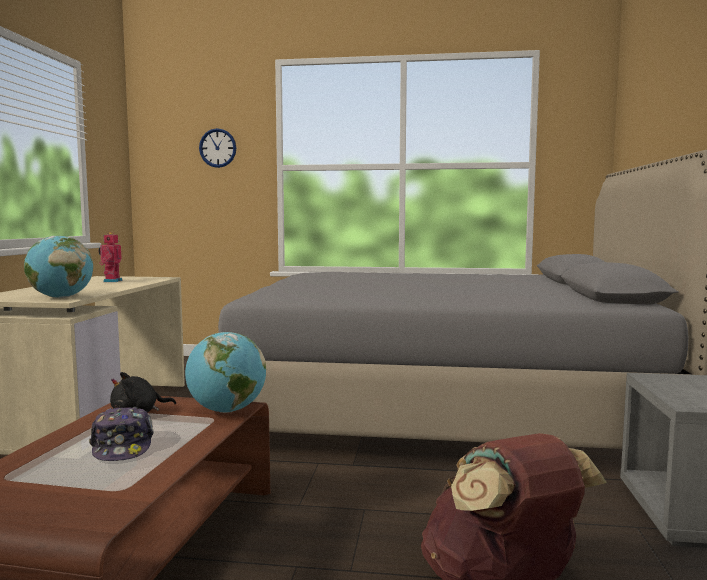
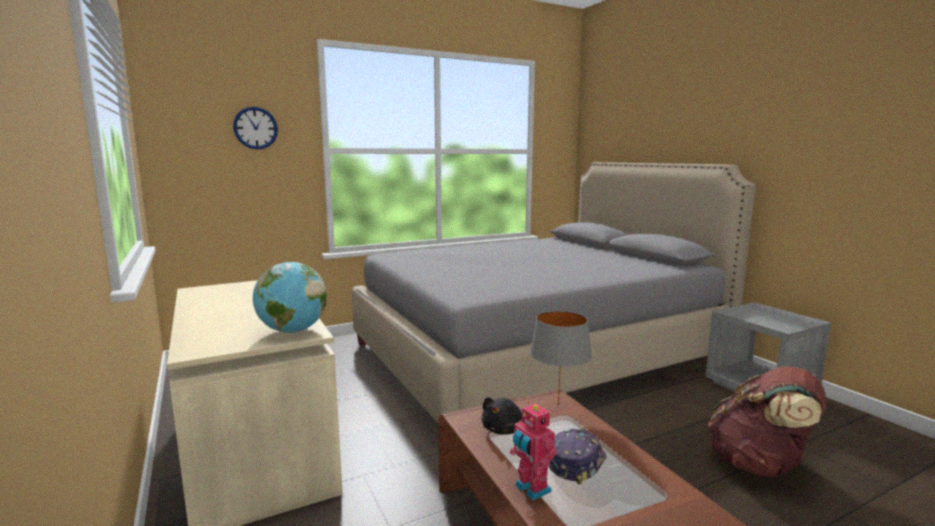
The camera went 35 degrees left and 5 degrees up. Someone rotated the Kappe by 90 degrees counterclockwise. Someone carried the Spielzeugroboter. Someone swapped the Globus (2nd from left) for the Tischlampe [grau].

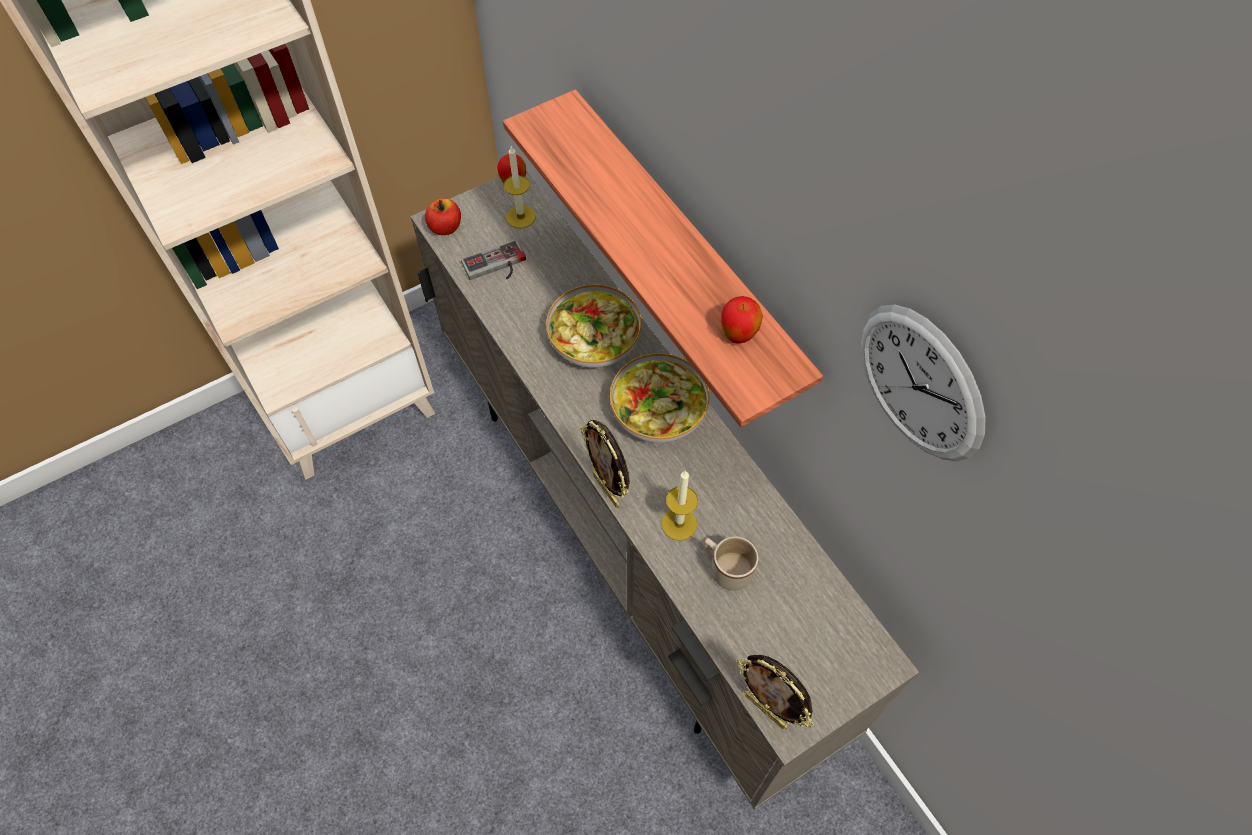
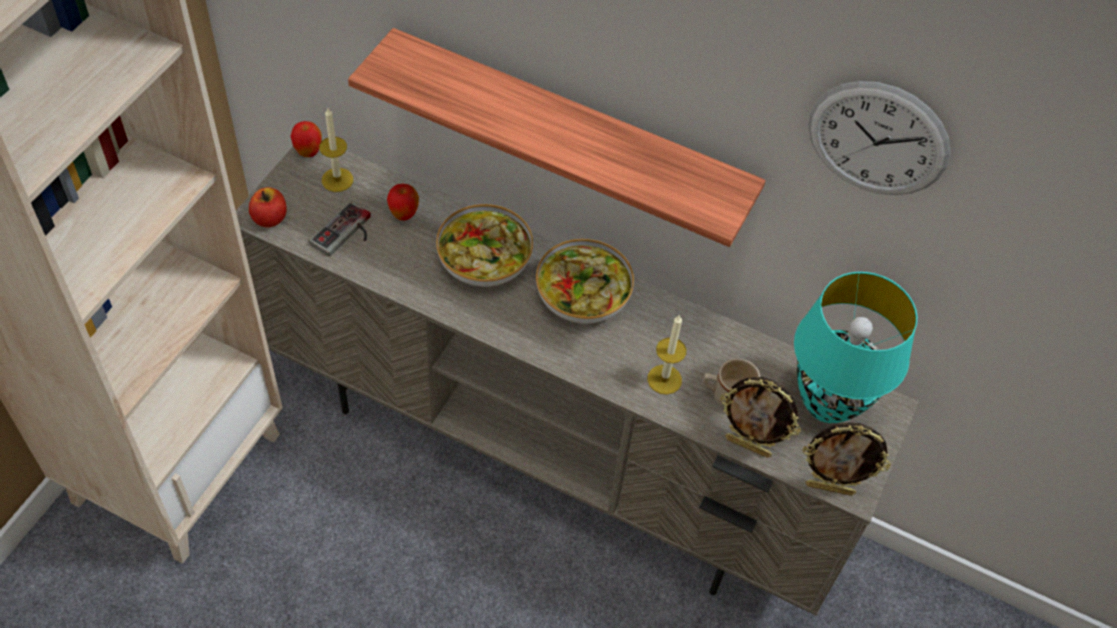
The camera went 35 degrees left and 5 degrees down. Someone carried the Bilderrahmen (1st from left). Someone carried the Apfel (3rd from left). Someone put down the Tischlampe [türkis].

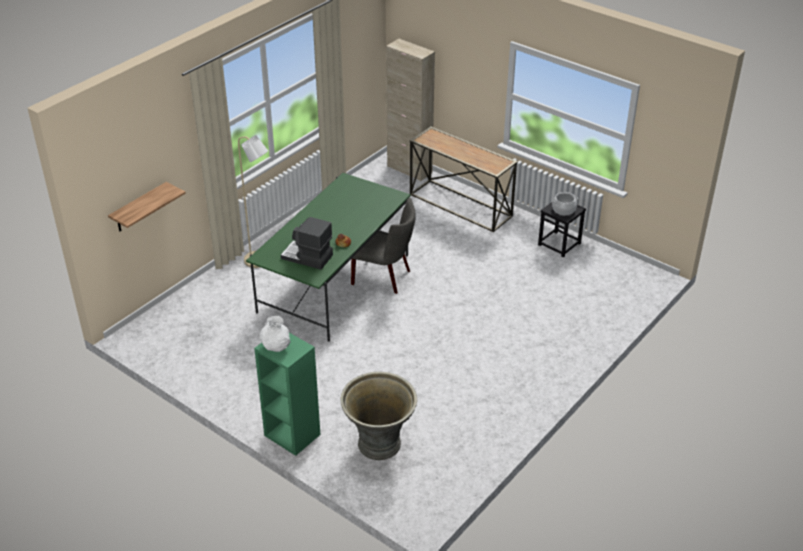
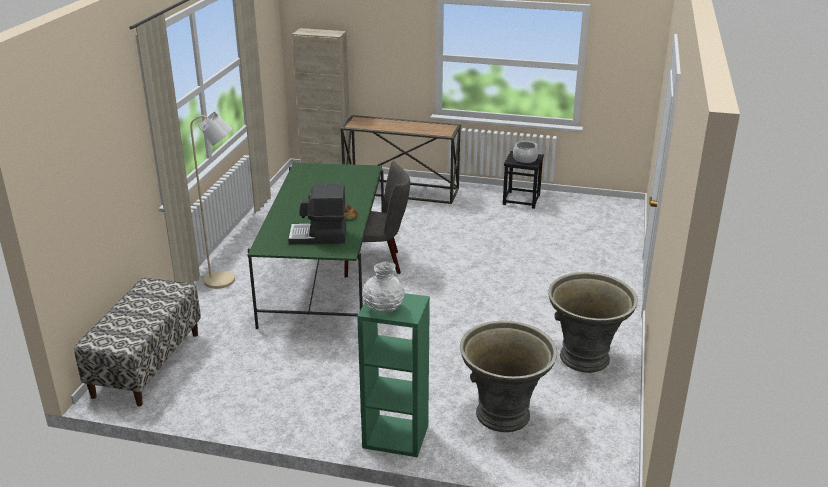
The camera went 25 degrees left and 10 degrees down. Someone took away the Wandregal. Someone put down the Bank. Someone put down the Pflanzkübel [grau] (2nd from left).

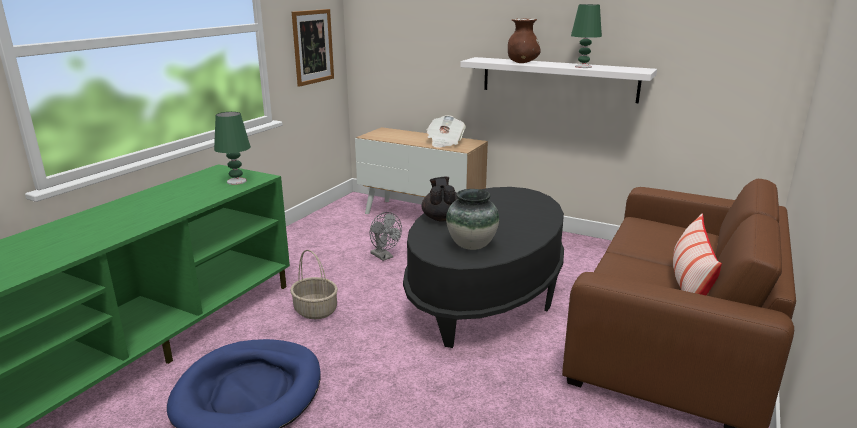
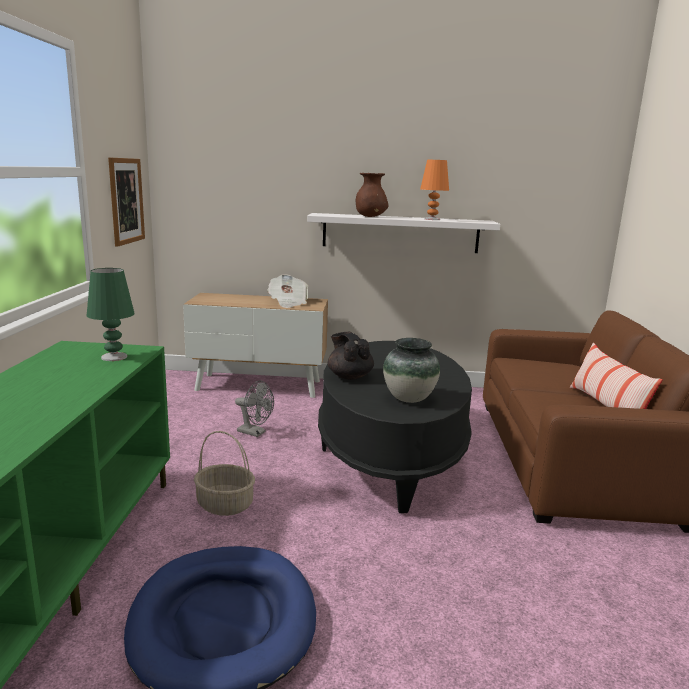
The camera went 25 degrees left and 5 degrees down. Someone repainted the Tischlampe [grün] (2nd from left), which became the Tischlampe [orange].

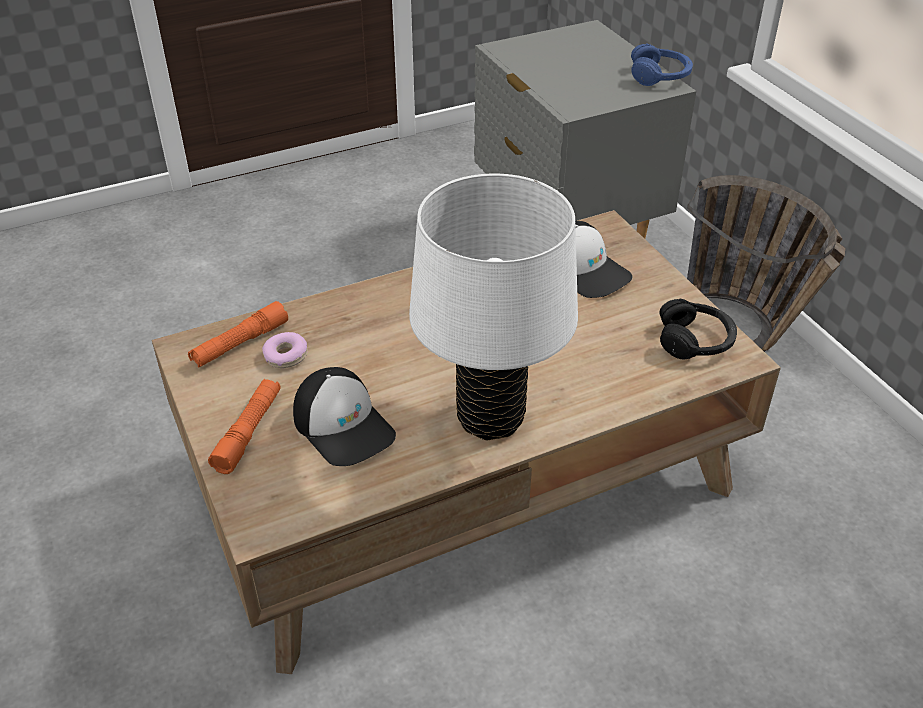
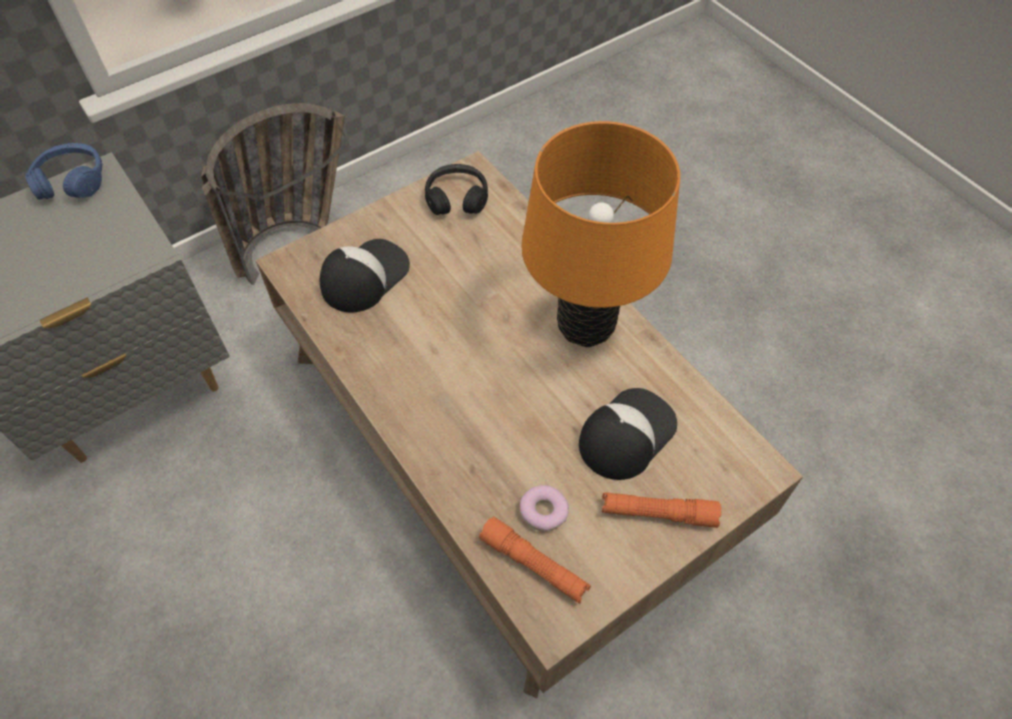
The camera went 100 degrees left and 15 degrees up. Someone repainted the Tischlampe [weiß], which became the Tischlampe [orange].

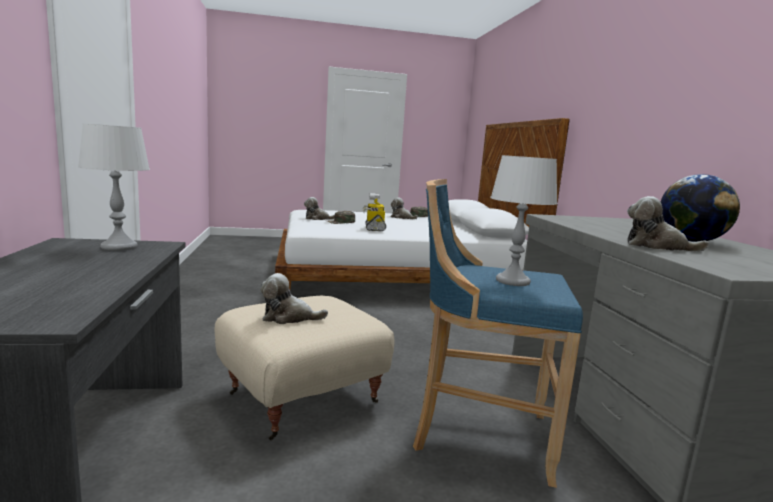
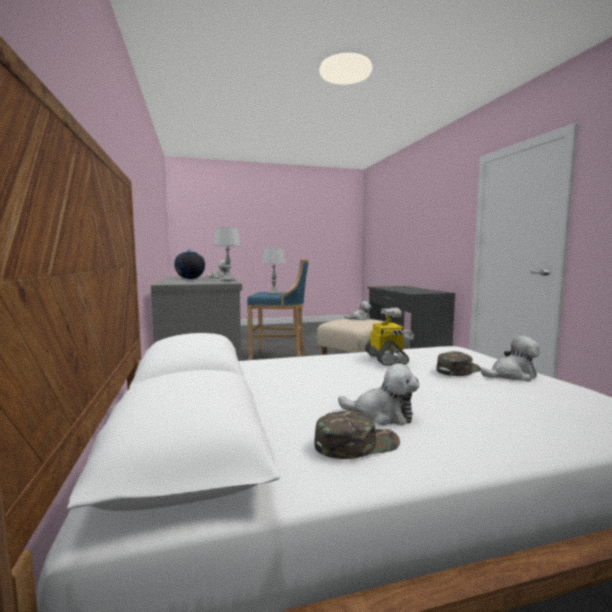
The camera went 175 degrees right and 5 degrees down. Someone carried the Tischlampe [grau] (1st from left).

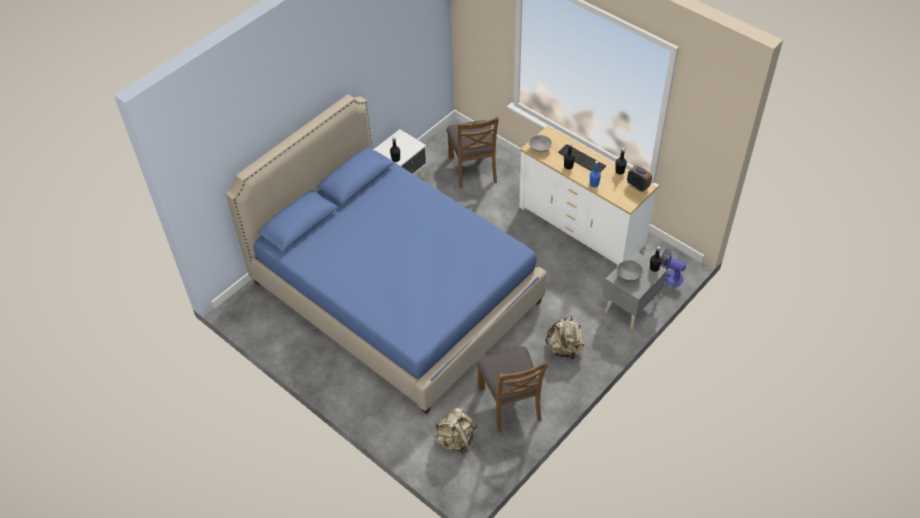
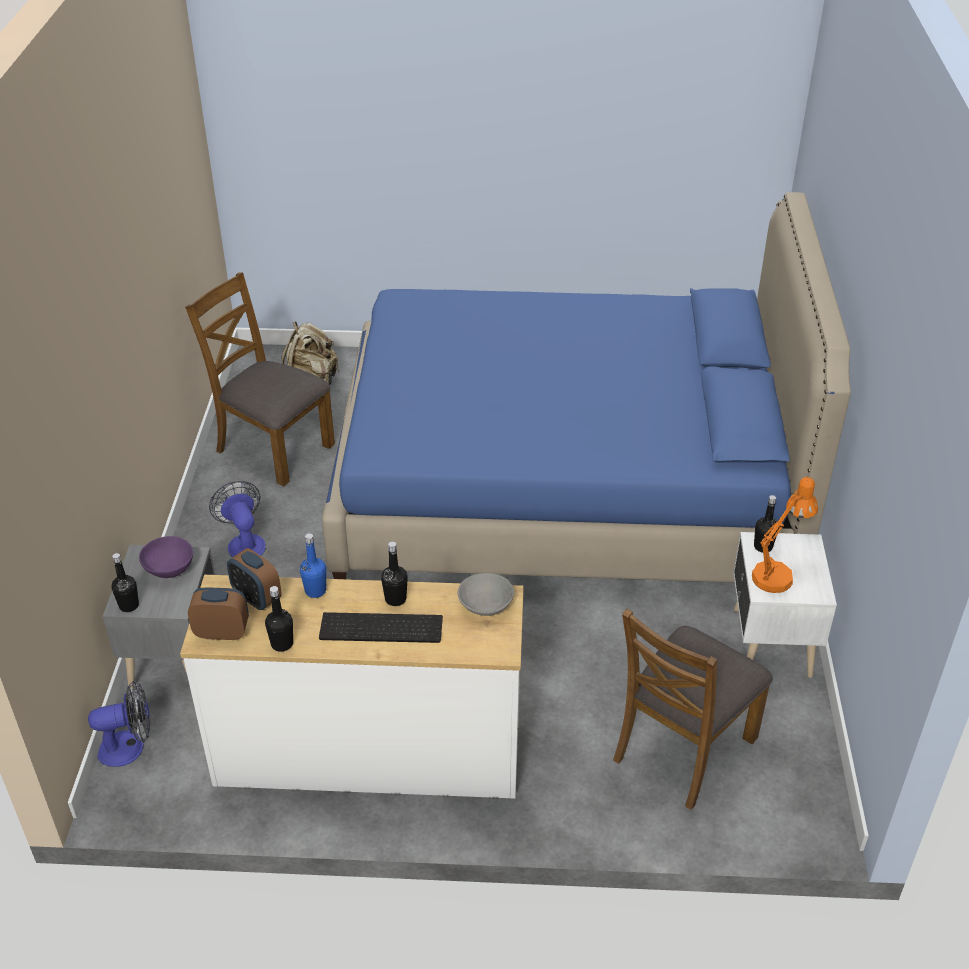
The camera went 140 degrees right and 10 degrees down. Someone rotated the Stuhl [braun] (1st from left in the first image) by 90 degrees counterclockwise. Someone swapped the Rucksack [beige] (2nd from left) for the Ventilator (2nd from left). Someone repainted the Schüssel [grau] (2nd from left), which became the Schüssel [lila]. Someone put down the Wecker (2nd from left). Someone put down the Tischlampe [orange].

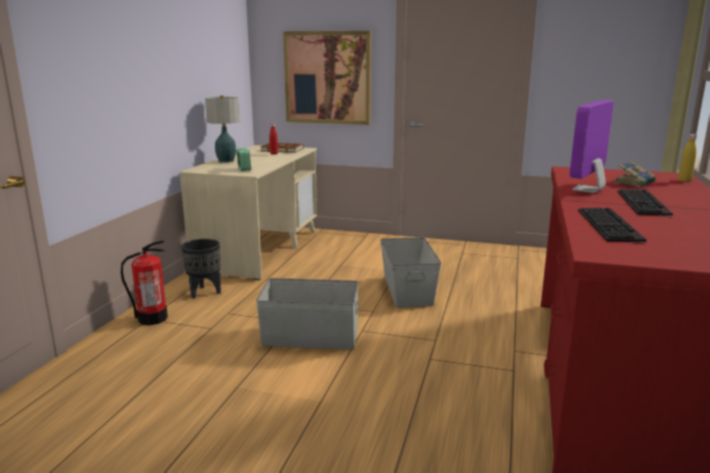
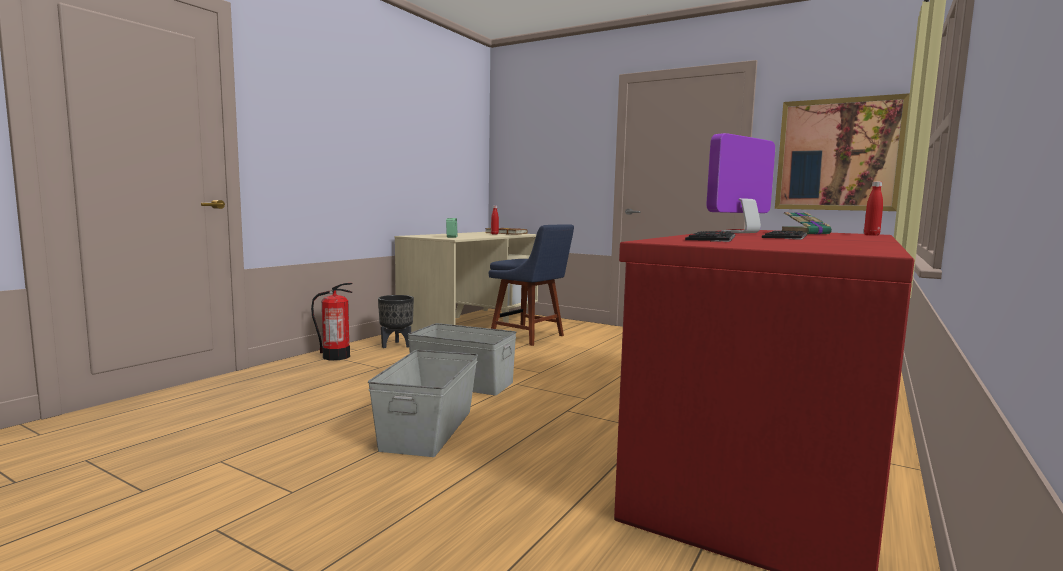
The camera went 15 degrees right and 10 degrees down. Someone took away the Tischlampe. Someone carried the Bild. Someone carried the Aufbewahrungsbox [grau] (2nd from left in the first image). Someone repainted the Flasche [gelb], which became the Flasche [rot] (2nd from left). Someone put down the Stuhl [blau].

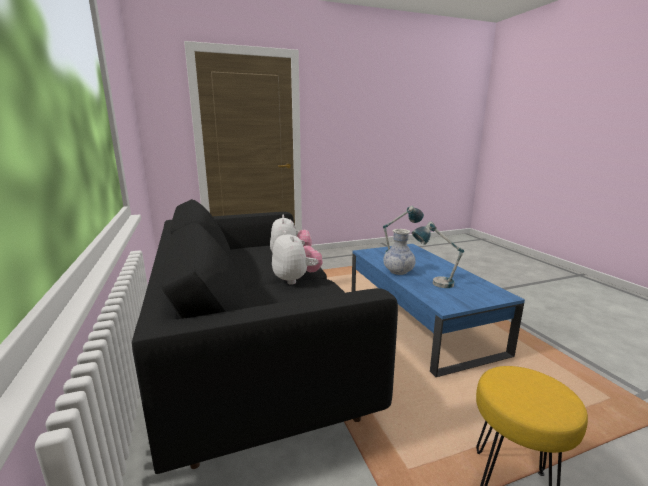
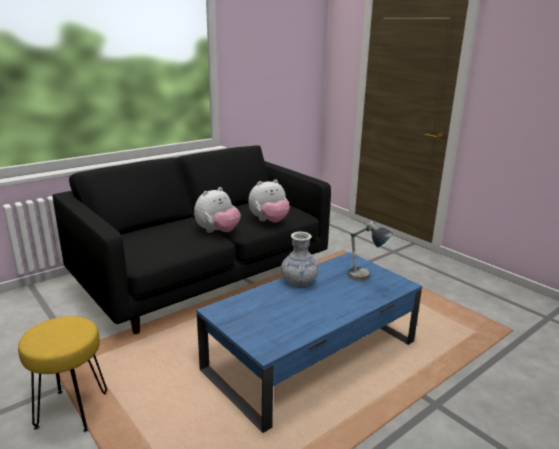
The camera went 70 degrees right and 5 degrees up. Someone took away the Tischlampe (2nd from left).

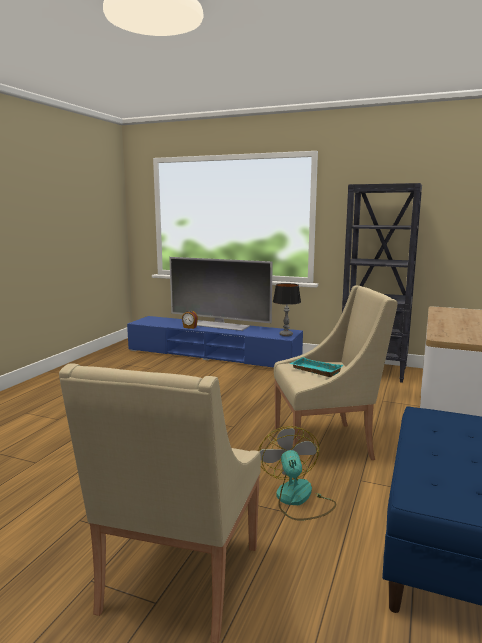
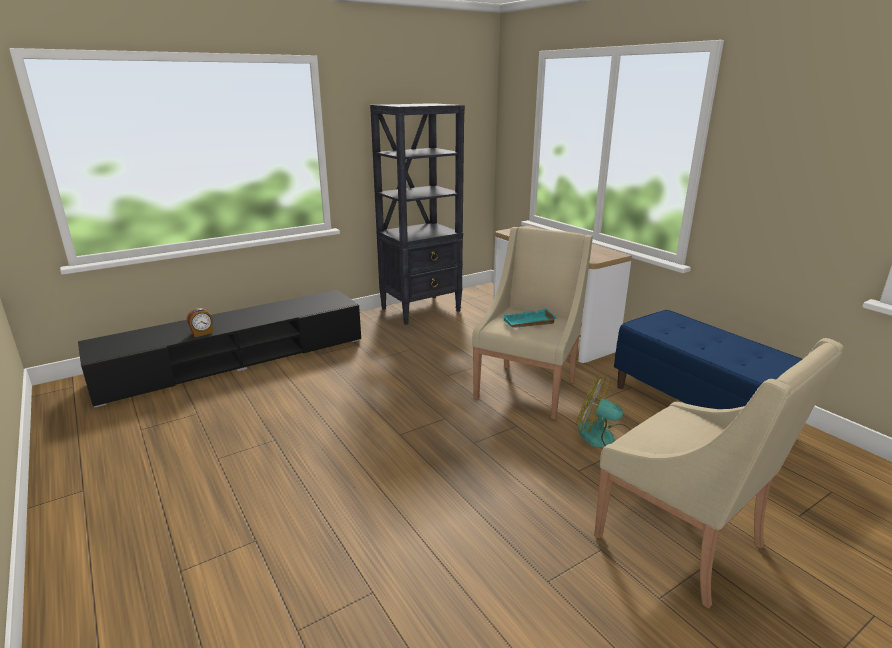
The camera went 55 degrees left and 10 degrees up. Someone repainted the Fernsehschrank [blau], which became the Fernsehschrank [schwarz]. Someone took away the Fernseher. Someone took away the Tischlampe.

